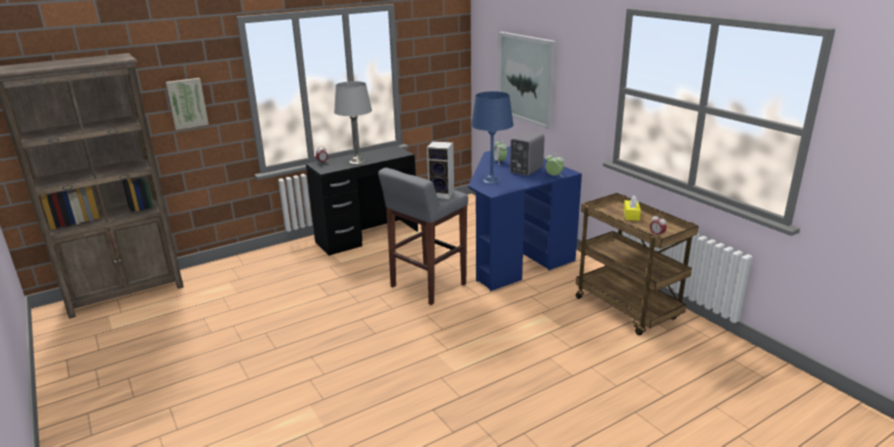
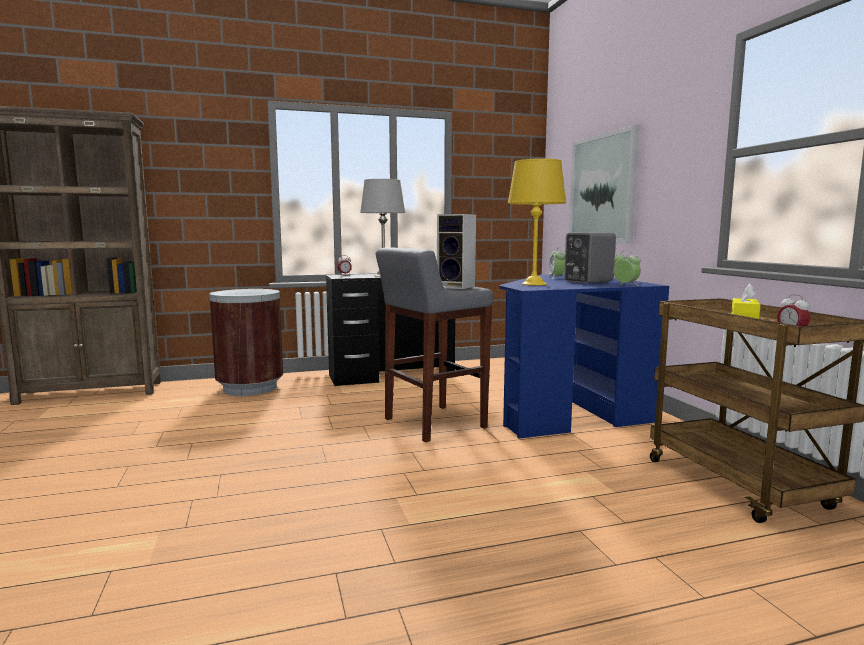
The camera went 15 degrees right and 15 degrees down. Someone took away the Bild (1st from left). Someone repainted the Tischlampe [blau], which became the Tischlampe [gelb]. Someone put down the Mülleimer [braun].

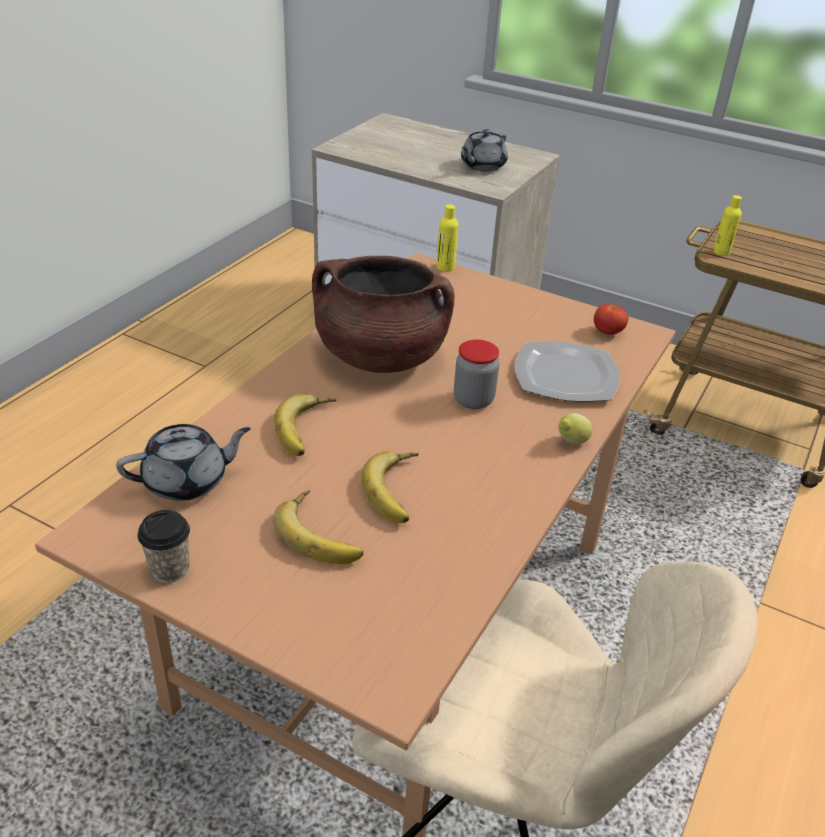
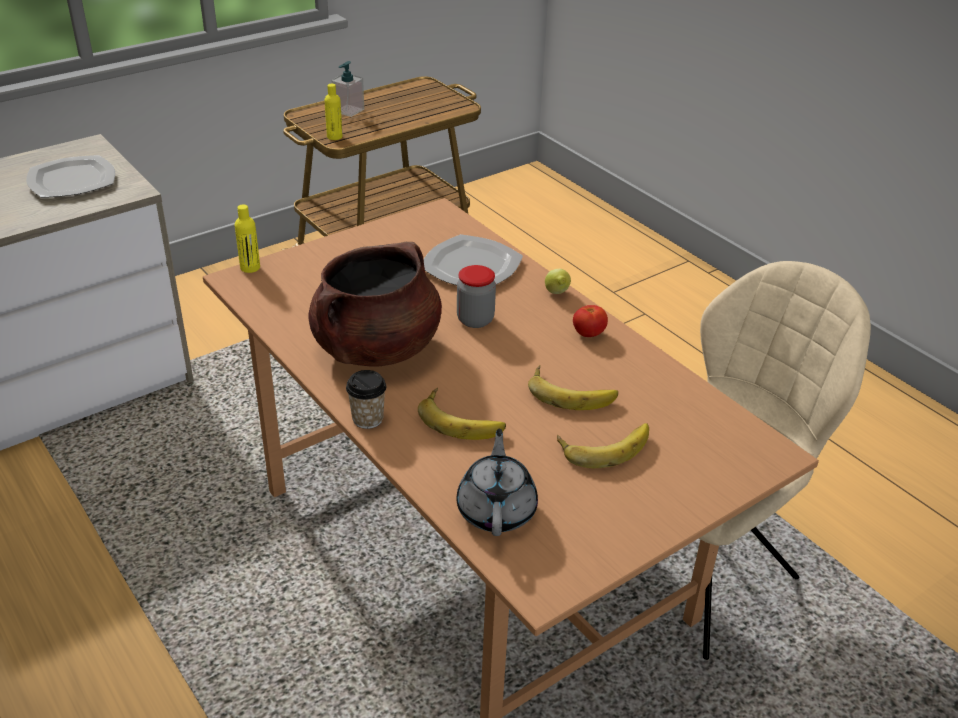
The camera went 65 degrees left and 0 degrees up. Someone carried the Tasse. Someone swapped the Teekanne [grau] (2nd from left) for the Teller (1st from left). Someone carried the Tomate. Someone put down the Seifenspender.

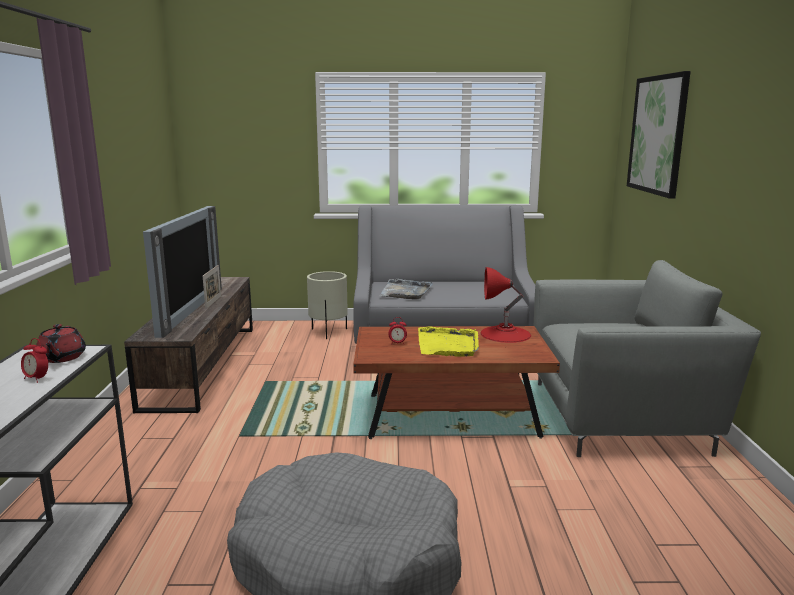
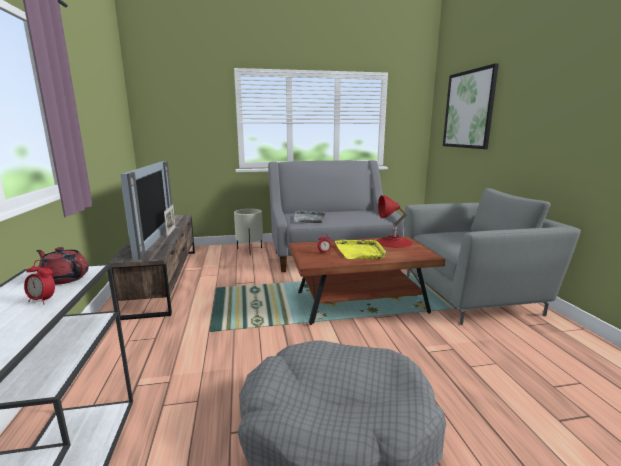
The camera went 10 degrees left and 0 degrees up. Someone rotated the Teekanne [rot] by 135 degrees clockwise.

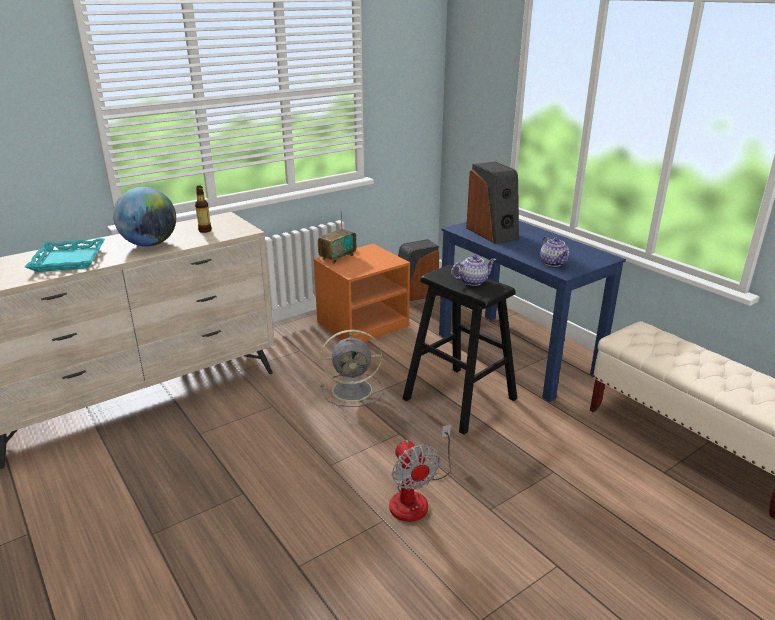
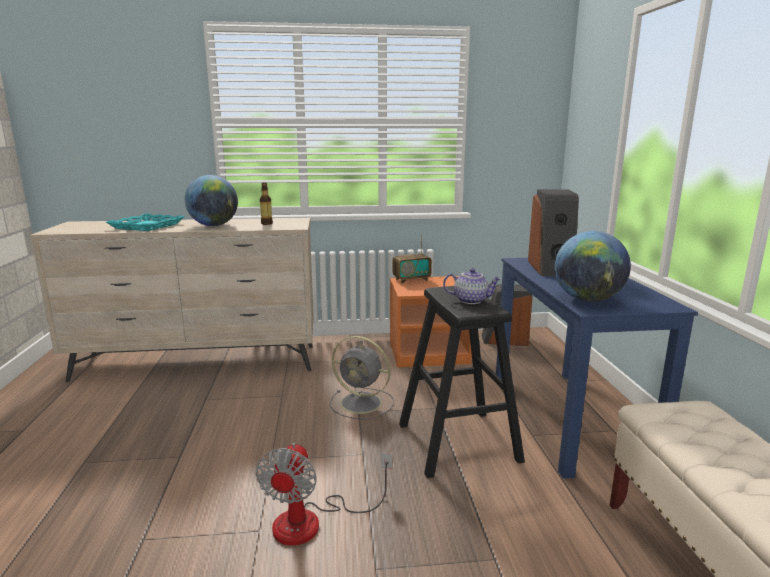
The camera went 30 degrees right and 10 degrees down. Someone swapped the Teekanne (2nd from left) for the Globus (2nd from left).

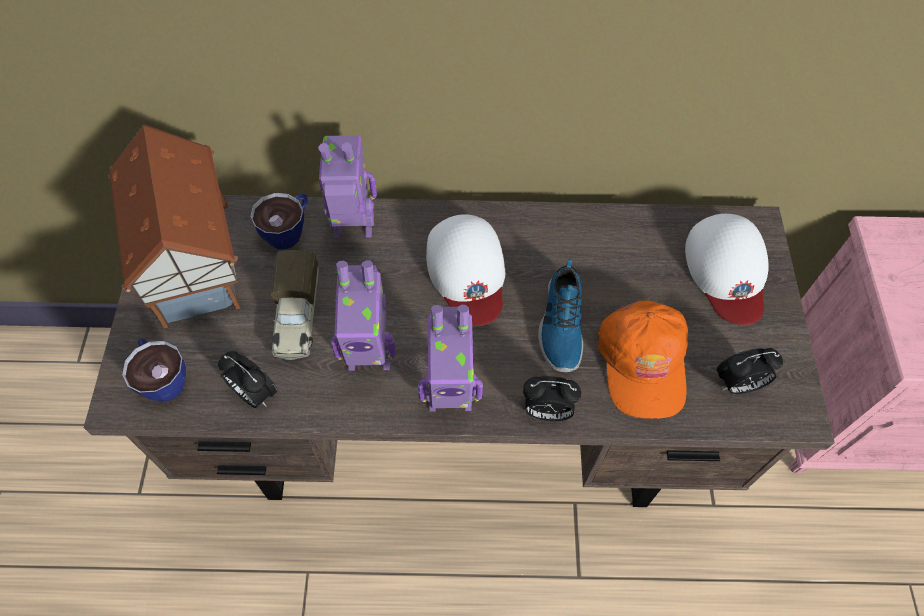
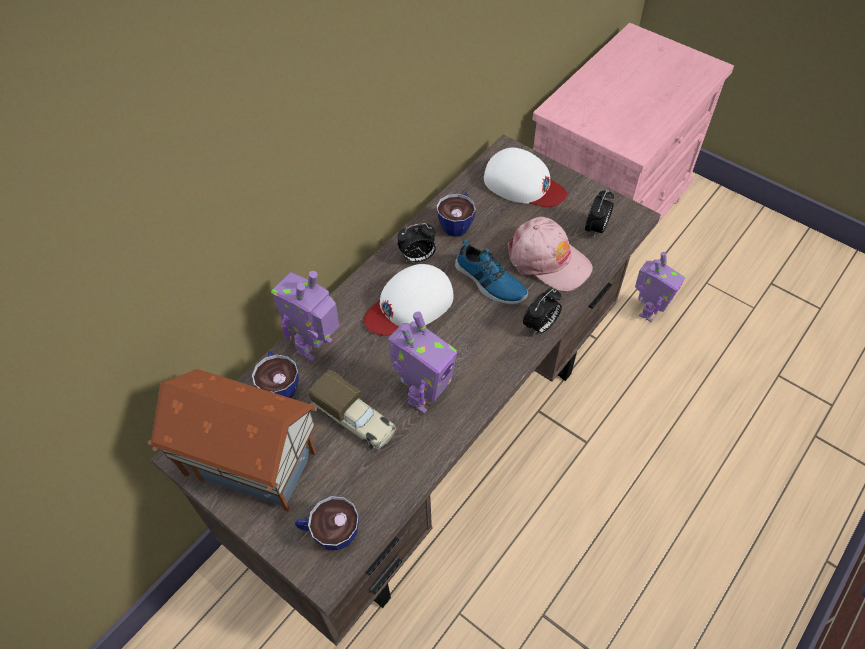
The camera went 50 degrees left and 5 degrees down. Someone carried the Wecker (1st from left). Someone carried the Spielzeugroboter (3rd from left). Someone rotated the Kappe [weiß] (1st from left) by 120 degrees clockwise. Someone repainted the Kappe [orange], which became the Kappe [rosa]. Someone put down the Tasse (3rd from left).

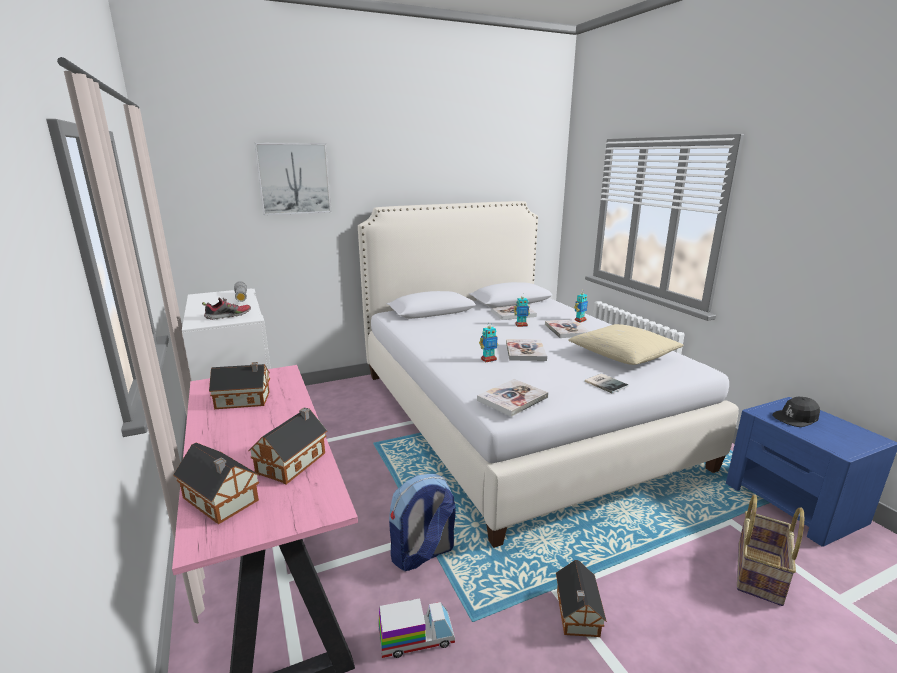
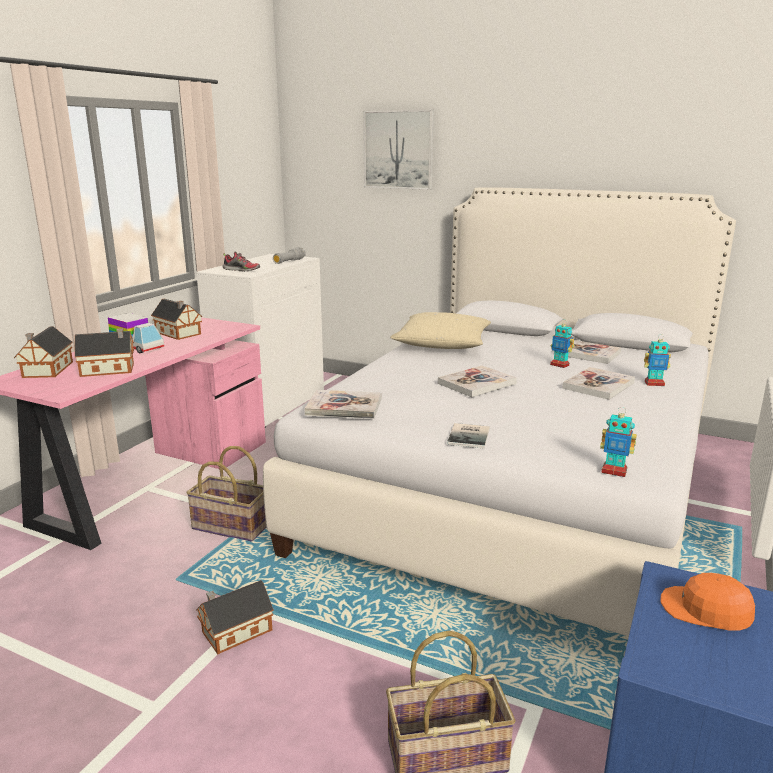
The camera went 50 degrees right and 0 degrees up. Someone carried the Spielzeuglaster. Someone swapped the Rucksack for the Korb (1st from left). Someone carried the Spielzeugroboter (1st from left in the first image). Someone carried the Kissen [beige]. Someone repainted the Kappe [schwarz], which became the Kappe [orange].

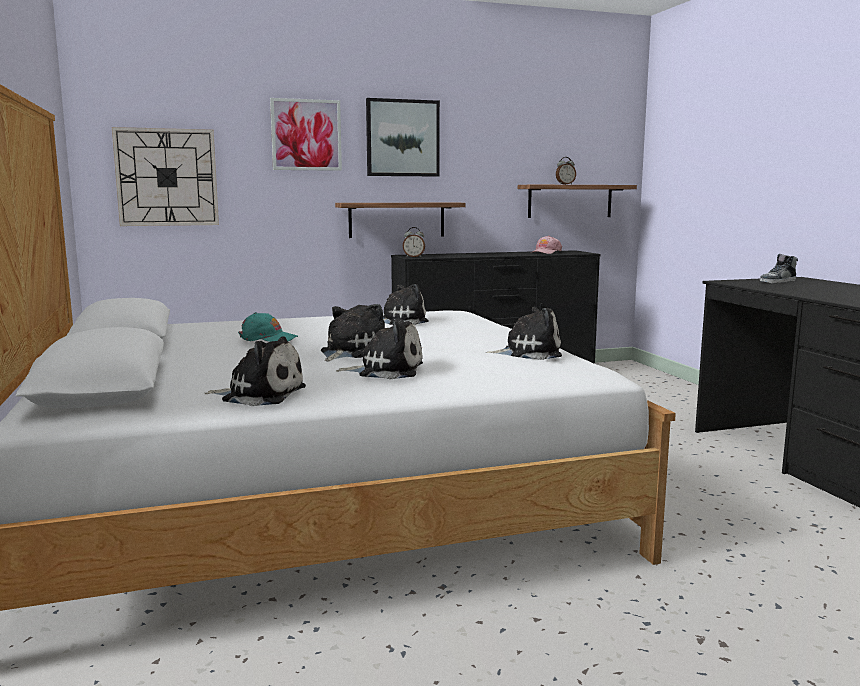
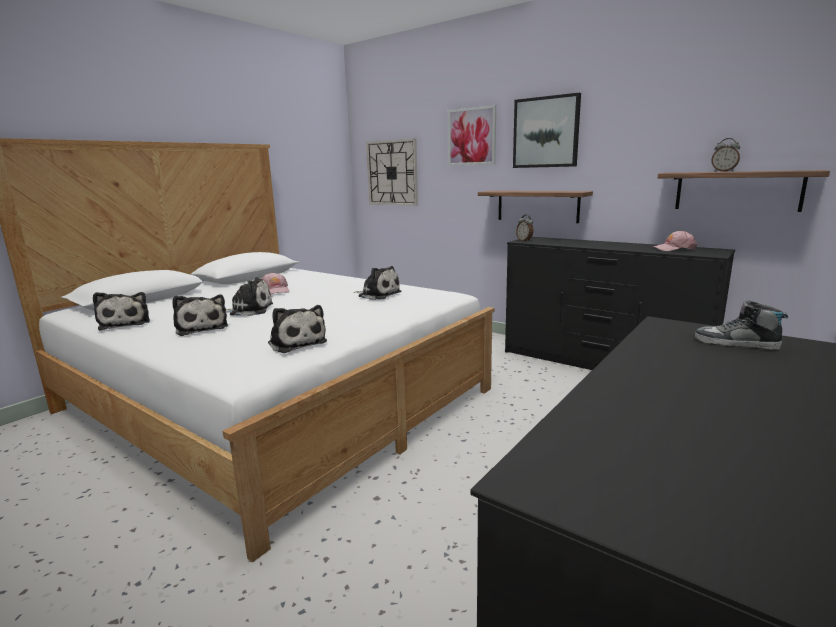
The camera went 55 degrees right and 5 degrees up. Someone repainted the Kappe [türkis], which became the Kappe [rosa] (1st from left).

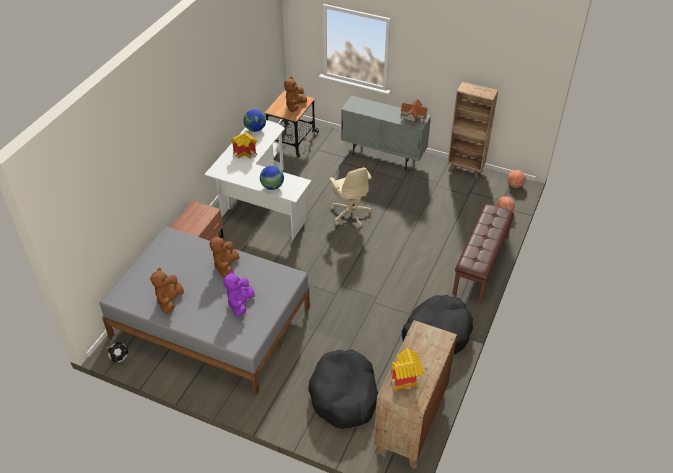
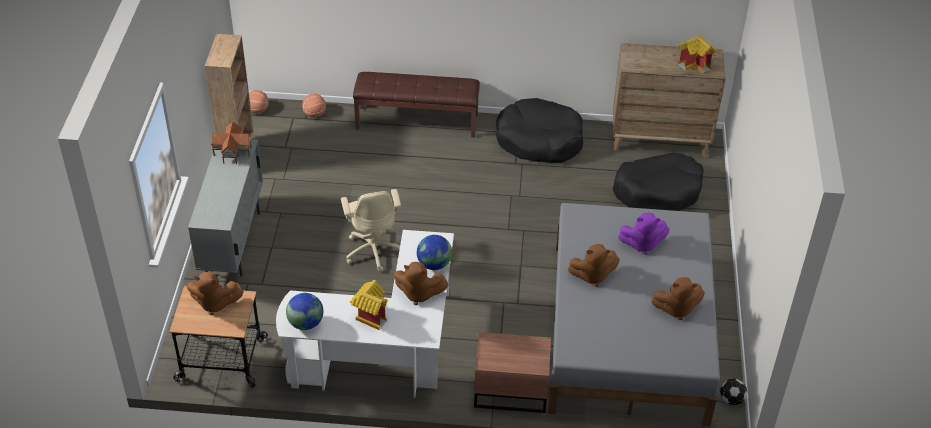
The camera went 110 degrees left and 0 degrees up. Someone rotated the Bürostuhl [beige] by 120 degrees clockwise. Someone put down the Plüschtier [braun] (2nd from left).

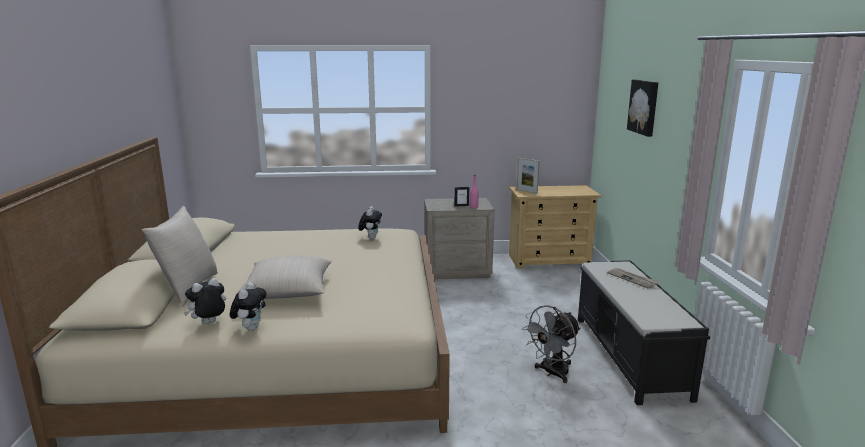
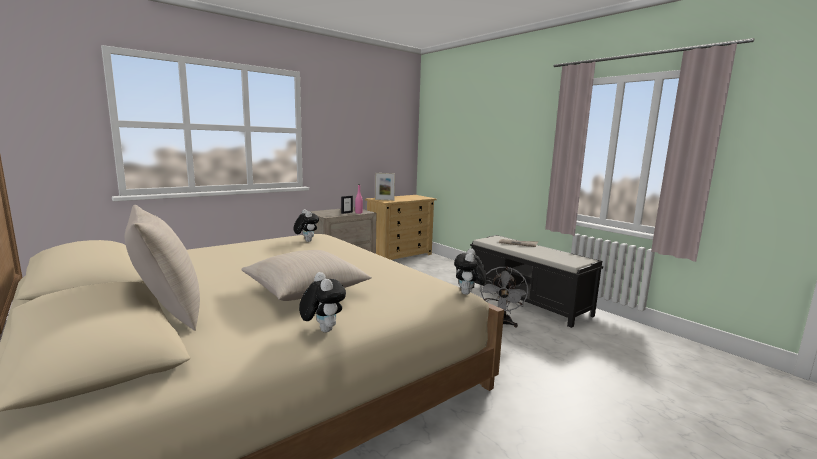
The camera went 35 degrees left and 5 degrees down. Someone carried the Plüschtier (1st from left in the first image). Someone took away the Bild.

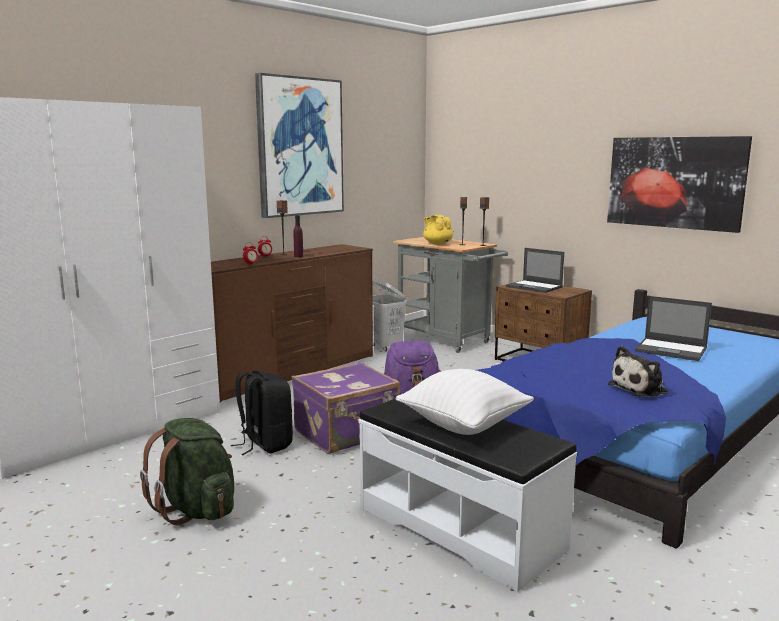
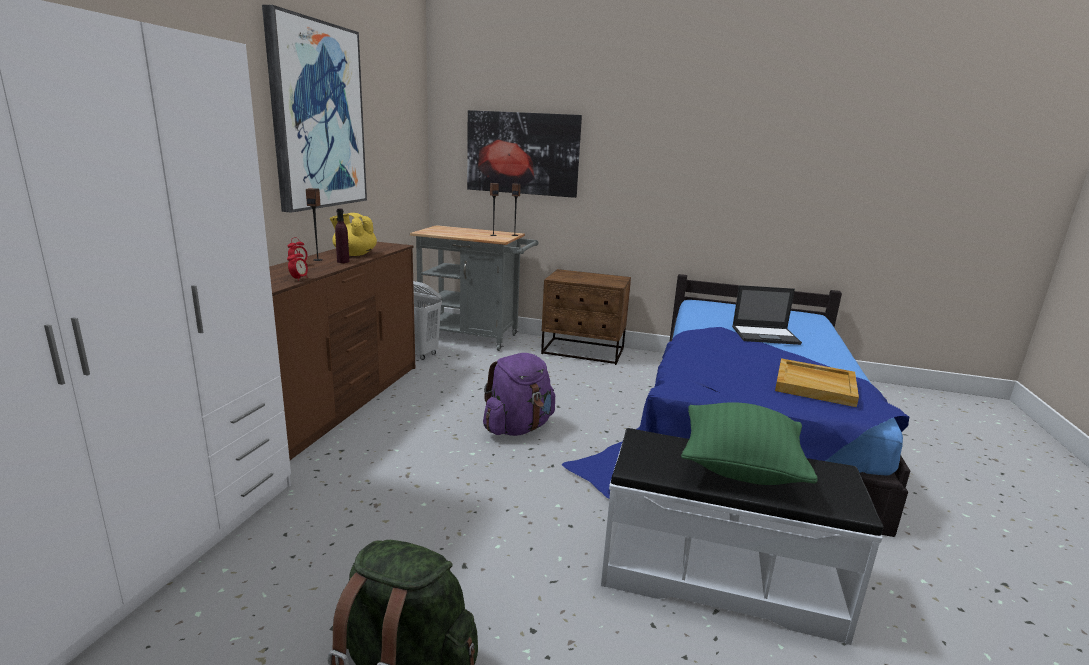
The camera went 30 degrees left and 5 degrees up. Someone took away the Rucksack [schwarz]. Someone took away the Koffer [lila]. Someone repainted the Kissen [weiß], which became the Kissen [grün]. Someone carried the Teekanne [gelb]. Someone took away the Laptop (1st from left). Someone carried the Bild (2nd from left). Someone swapped the Plüschtier for the Tablett [beige].

